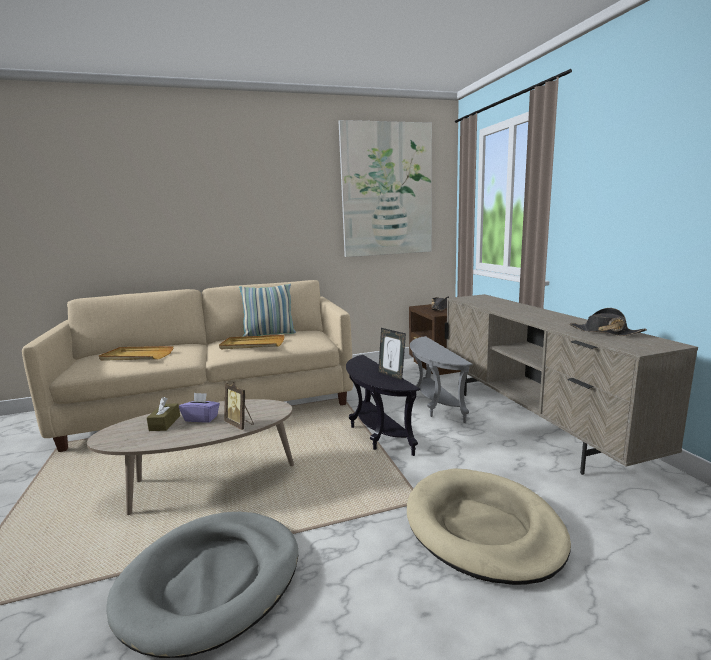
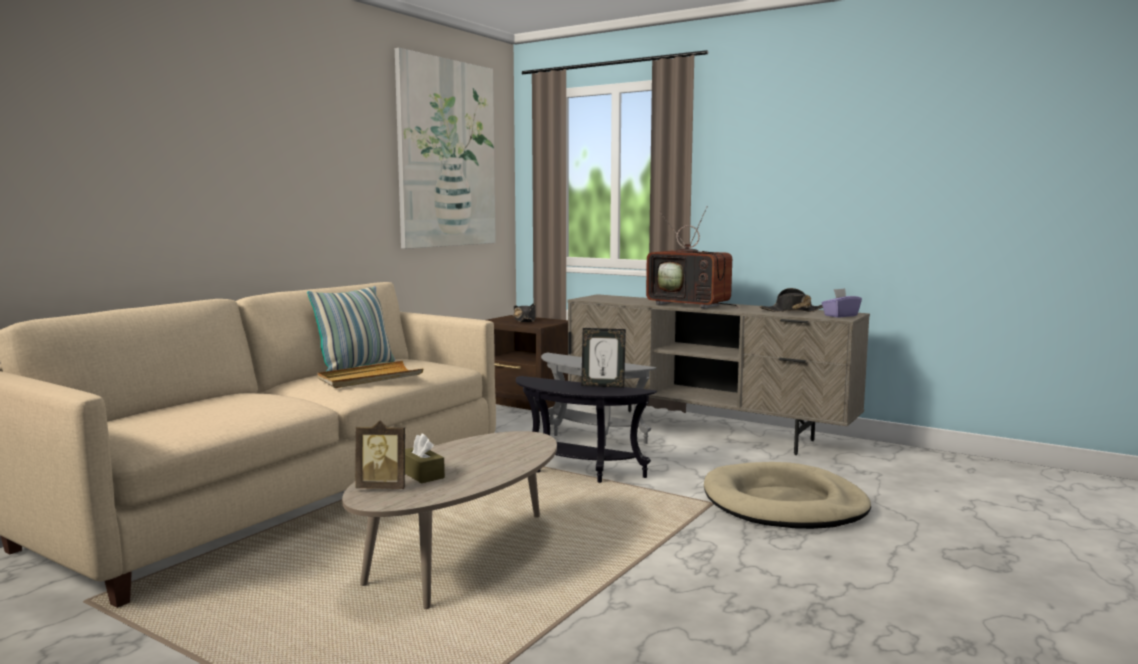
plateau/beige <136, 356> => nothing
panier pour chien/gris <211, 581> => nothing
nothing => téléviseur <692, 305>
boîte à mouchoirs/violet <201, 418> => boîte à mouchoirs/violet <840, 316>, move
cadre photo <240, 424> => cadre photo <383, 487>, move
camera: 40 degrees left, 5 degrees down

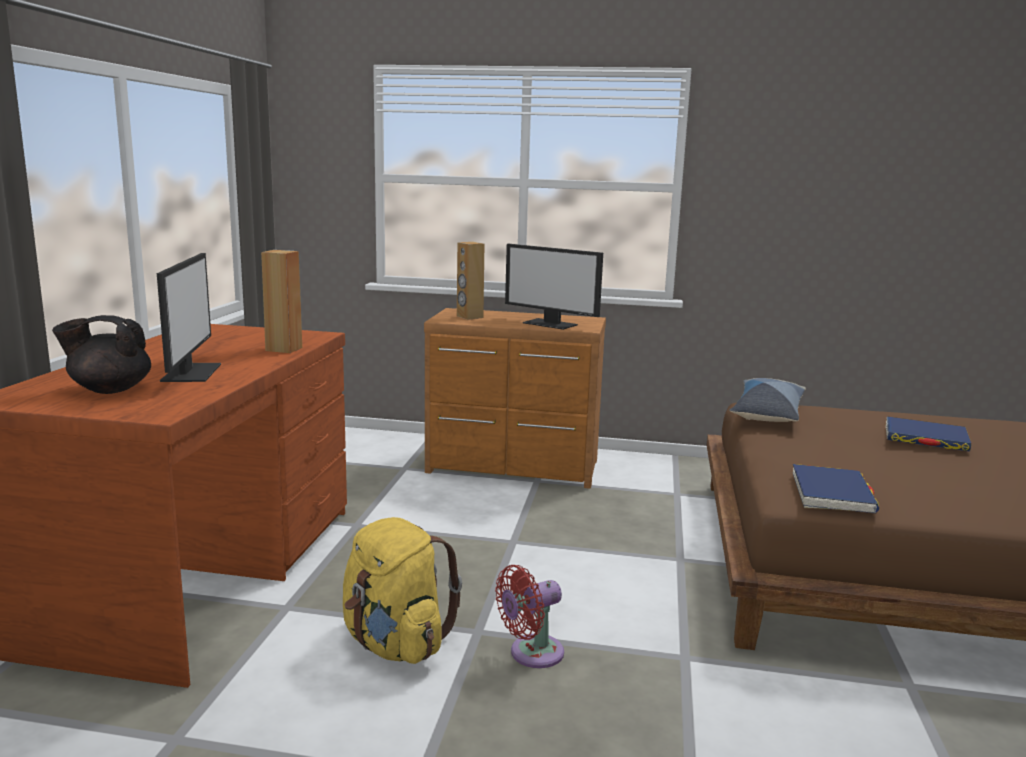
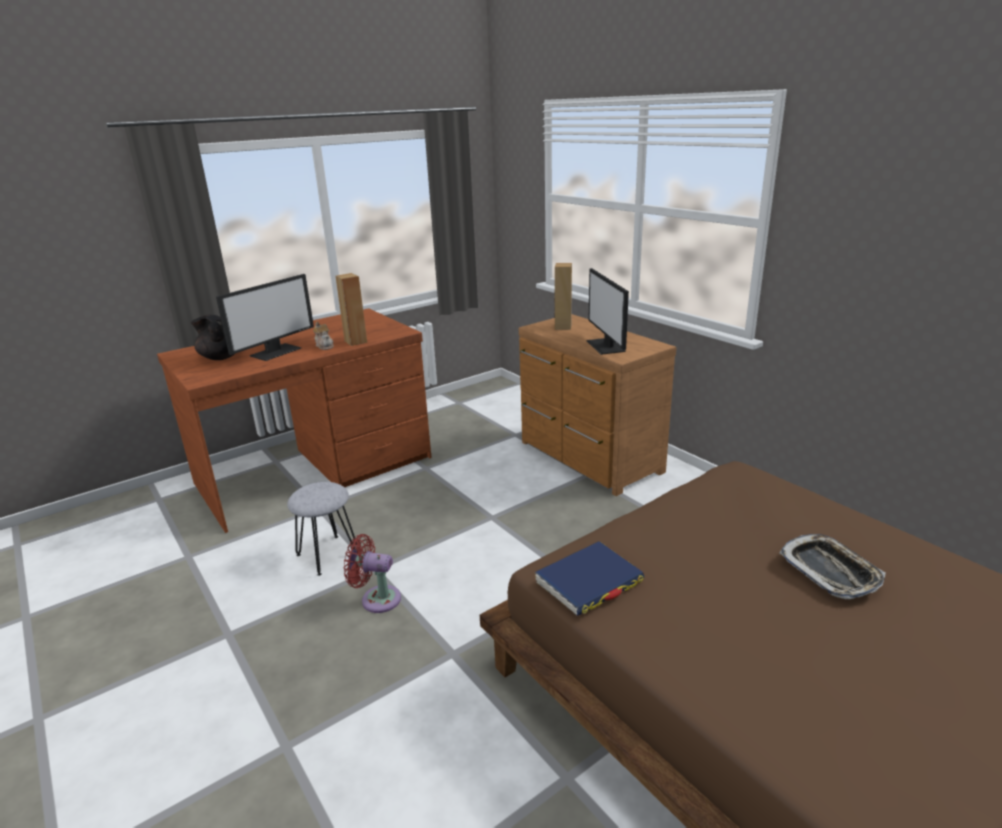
coussin <767, 413> => nothing
nothing => théière <325, 346>
sac à dos/jaune <395, 644> => tabouret/gris <328, 555>
livre/bleu <925, 438> => plateau <830, 571>
camera: 45 degrees right, 10 degrees up

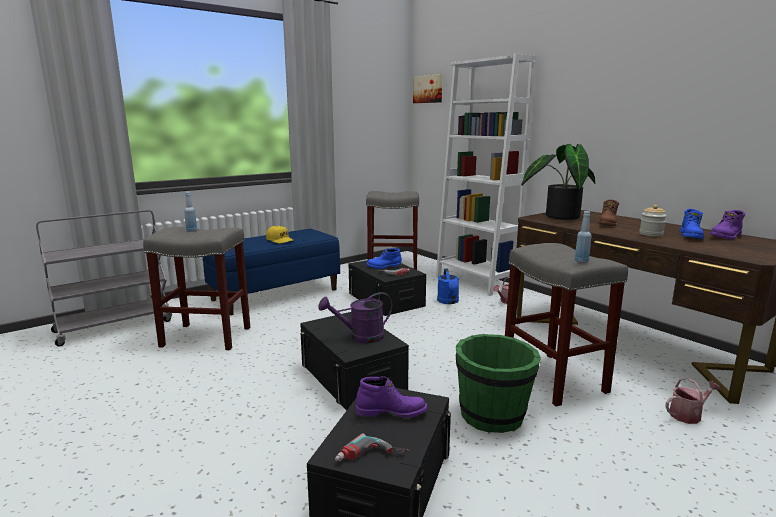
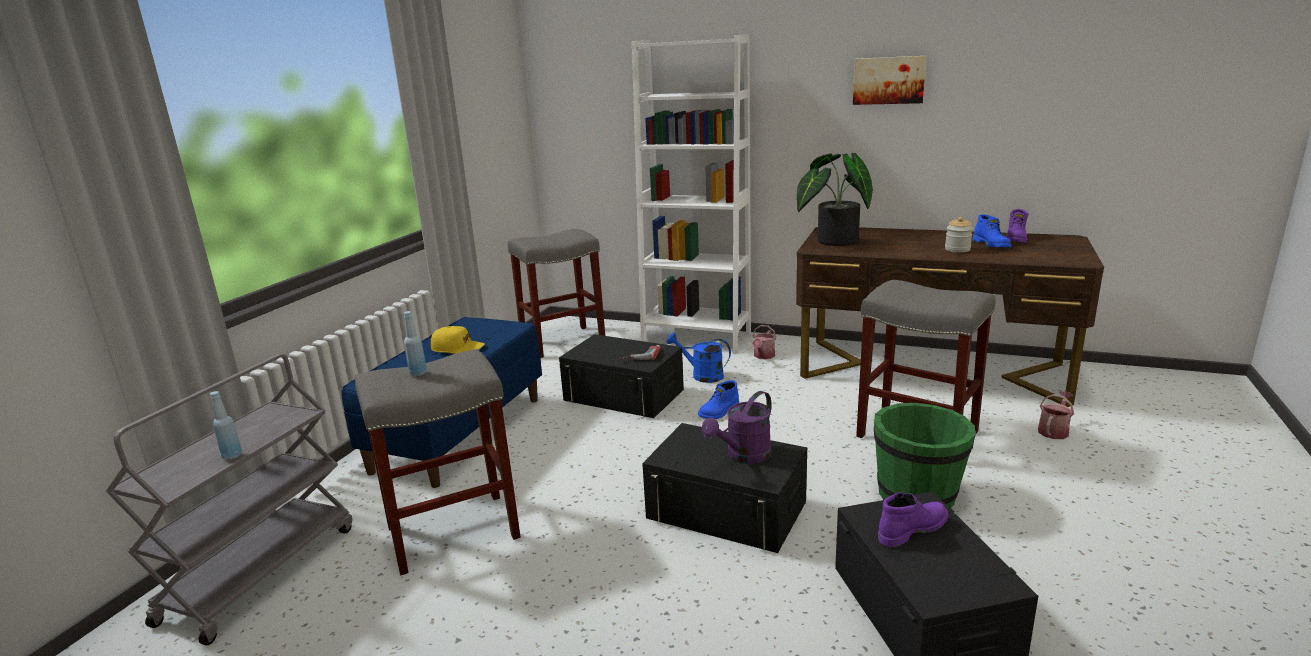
perceuse <371, 459> => nothing
botte/marron <608, 224> => nothing
botte/bleu <384, 267> => botte/bleu <719, 412>, move
tableau <428, 89> => tableau <888, 80>, move
bouteille/bleu <581, 261> => bouteille/bleu <232, 455>, move
arrosoir/bleu <448, 302> => arrosoir/bleu <702, 375>, 150 degrees clockwise
camera: 30 degrees left, 5 degrees up

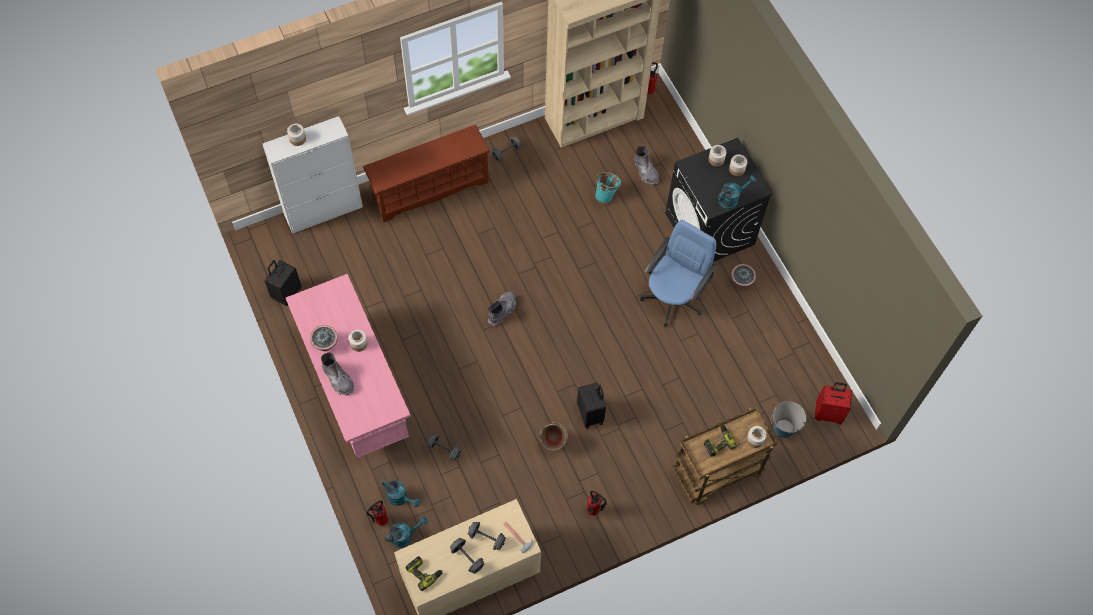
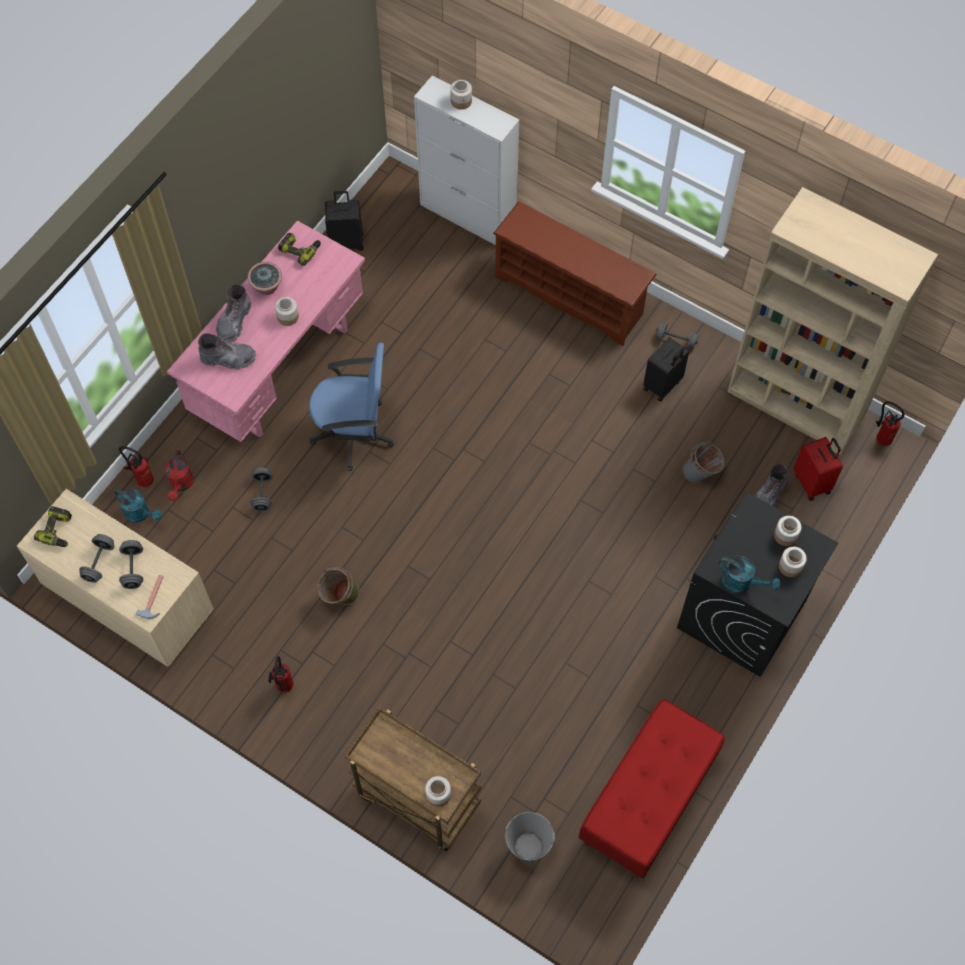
plante en pot <741, 282> => nothing
nothing => banc/rouge <648, 800>
botte/gris <502, 310> => botte/gris <228, 359>, move
valise/noir <591, 414> => valise/noir <663, 385>, move
chaise de bureau/bleu <673, 298> => chaise de bureau/bleu <354, 433>, move
perceuse <718, 442> => perceuse <300, 250>, move
valise/rouge <828, 413> => valise/rouge <812, 482>, move
arrosoir/turquoise <401, 498> => arrosoir/rouge <181, 484>
seau/turquoise <606, 195> => seau/gris <701, 474>
camera: 60 degrees right, 0 degrees up

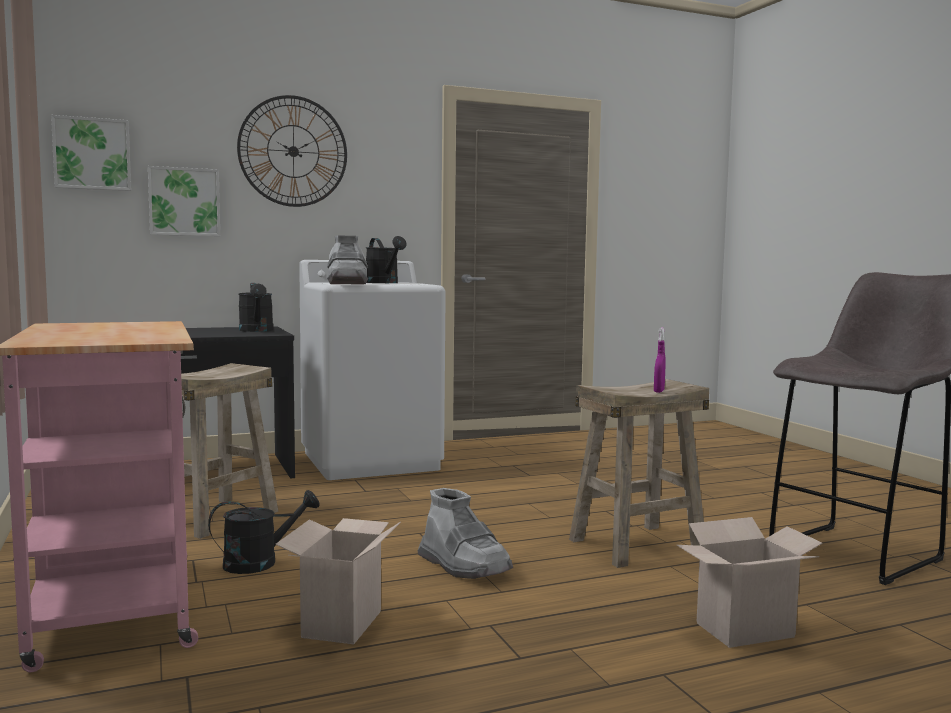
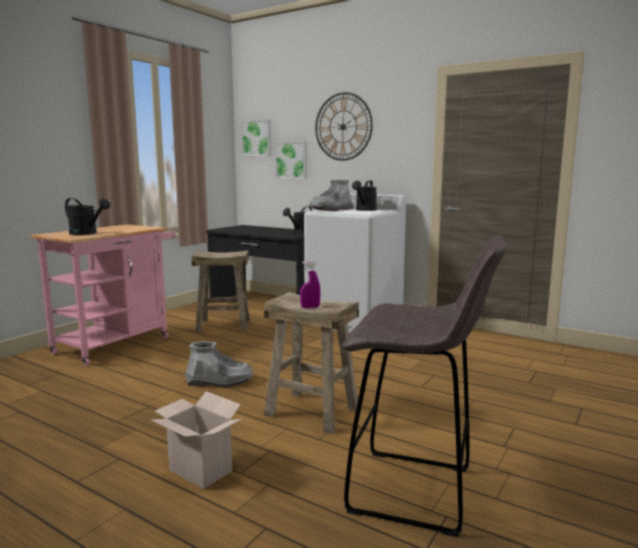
carton <341, 622> => nothing
arrosoir/noir <260, 562> => arrosoir/noir <87, 233>, move
botte/gris <464, 566> => botte/gris <220, 381>, 105 degrees counterclockwise
camera: 55 degrees right, 5 degrees up

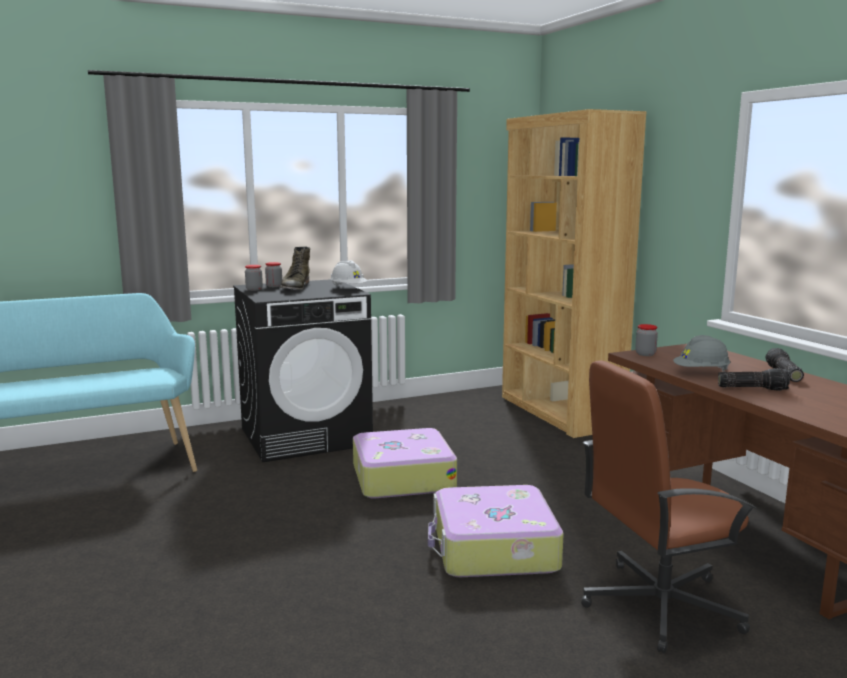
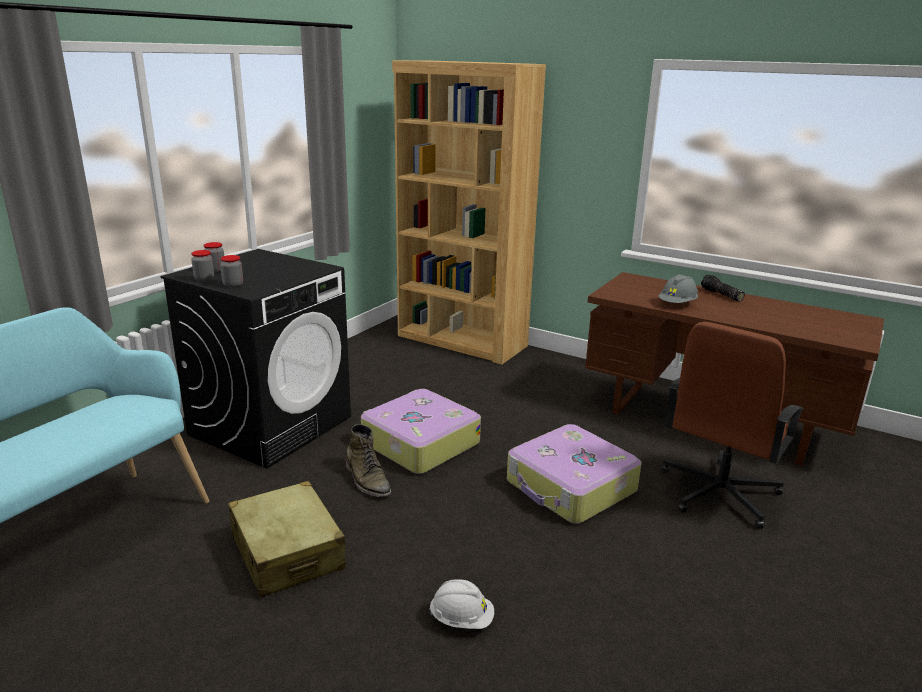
lampe de poche <752, 388> => nothing
nothing => valise/beige <287, 552>
botte/vert <295, 288> => botte/vert <367, 480>, move
casque de chantier/blanc <348, 288> => casque de chantier/blanc <461, 619>, move
bocal <645, 354> => bocal <233, 285>, move
camera: 35 degrees left, 10 degrees up

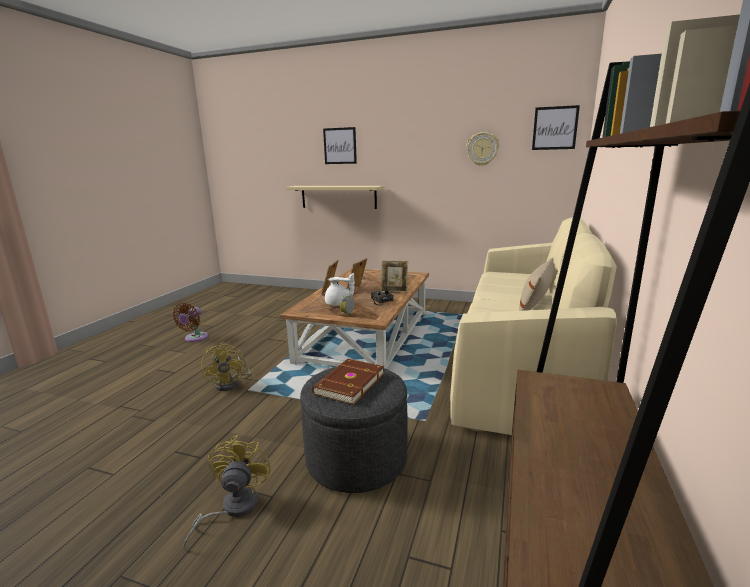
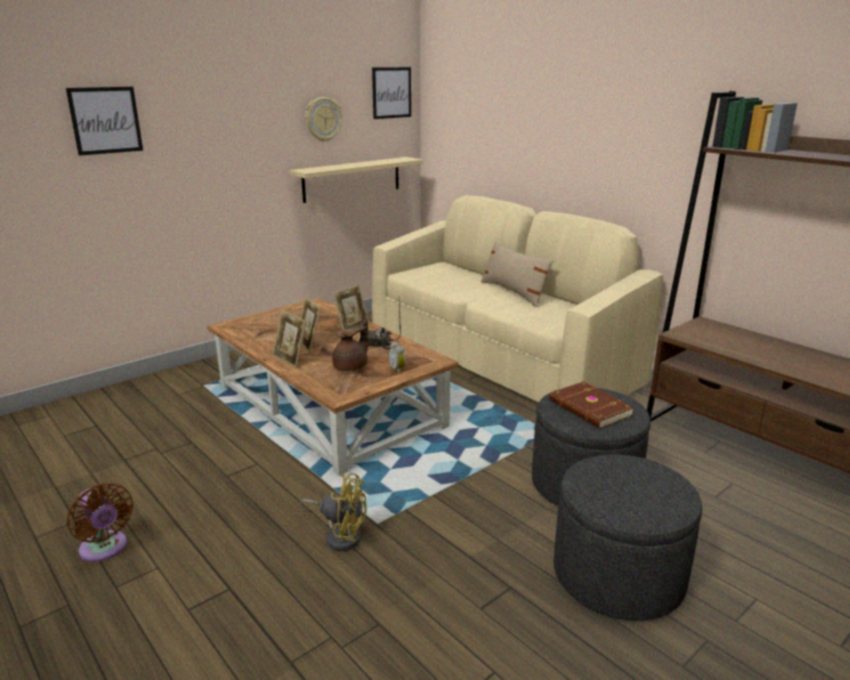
étagère/beige <338, 197> => étagère/beige <352, 179>, move
ventilateur/jaune <233, 508> => pouf/gris <618, 575>
théière/blanc <338, 304> => théière/marron <352, 366>
camera: 60 degrees left, 5 degrees up

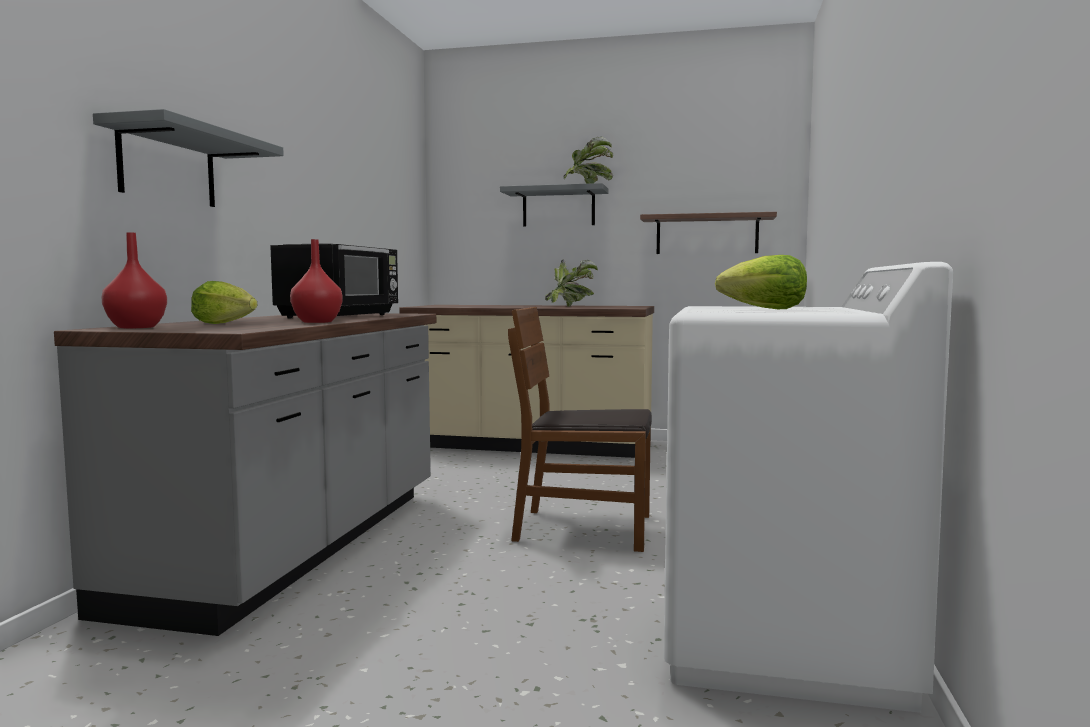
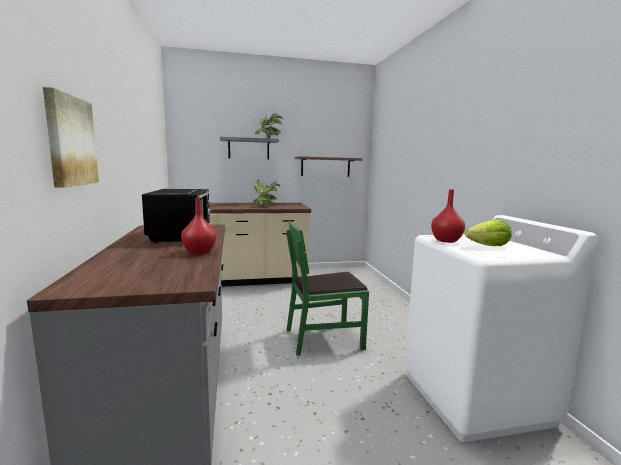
laitue <223, 324> => nothing
vase/rouge <137, 327> => vase/rouge <446, 240>, move
étagère/gris <168, 167> => tableau <70, 141>
chaise/marron <584, 528> => chaise/vert <324, 338>
camera: 25 degrees left, 5 degrees up

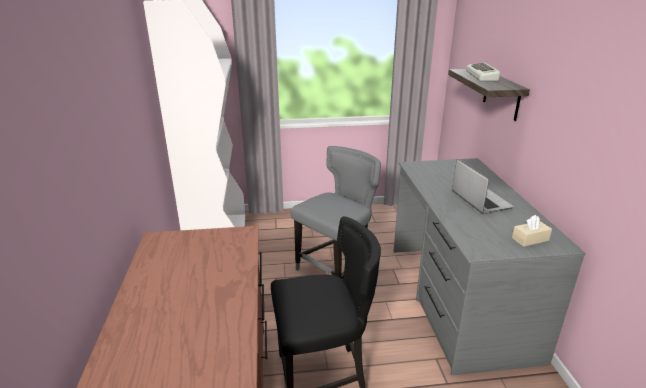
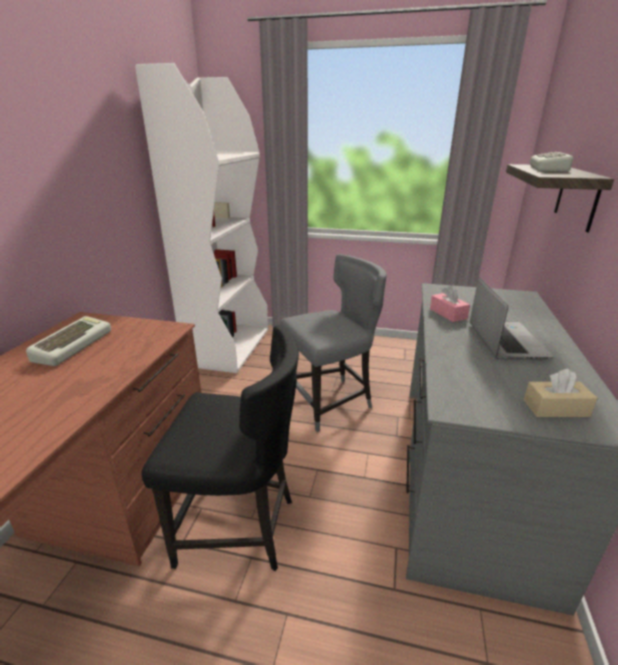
nothing => clavier <72, 345>
nothing => boîte à mouchoirs/rose <448, 313>
camera: 20 degrees right, 0 degrees up

